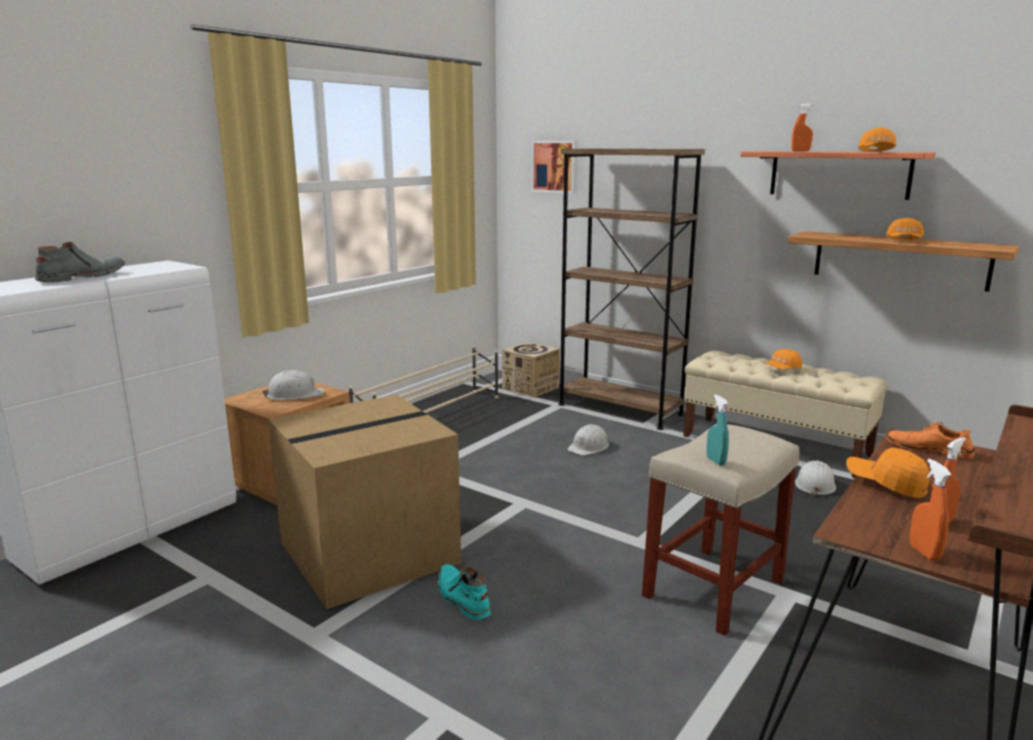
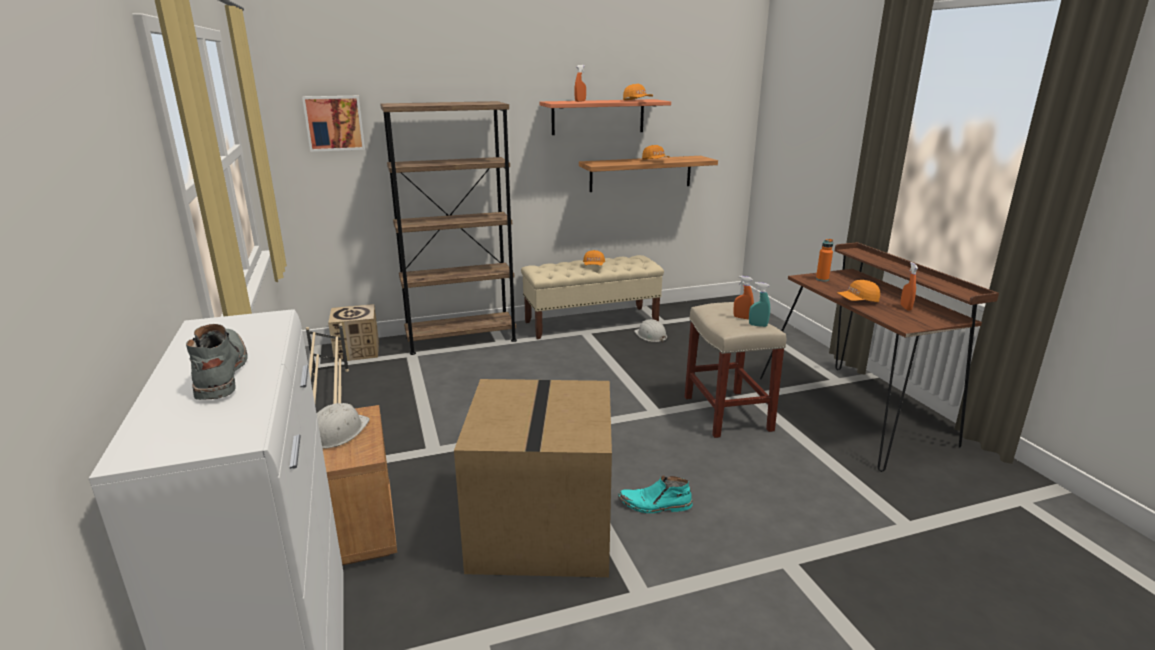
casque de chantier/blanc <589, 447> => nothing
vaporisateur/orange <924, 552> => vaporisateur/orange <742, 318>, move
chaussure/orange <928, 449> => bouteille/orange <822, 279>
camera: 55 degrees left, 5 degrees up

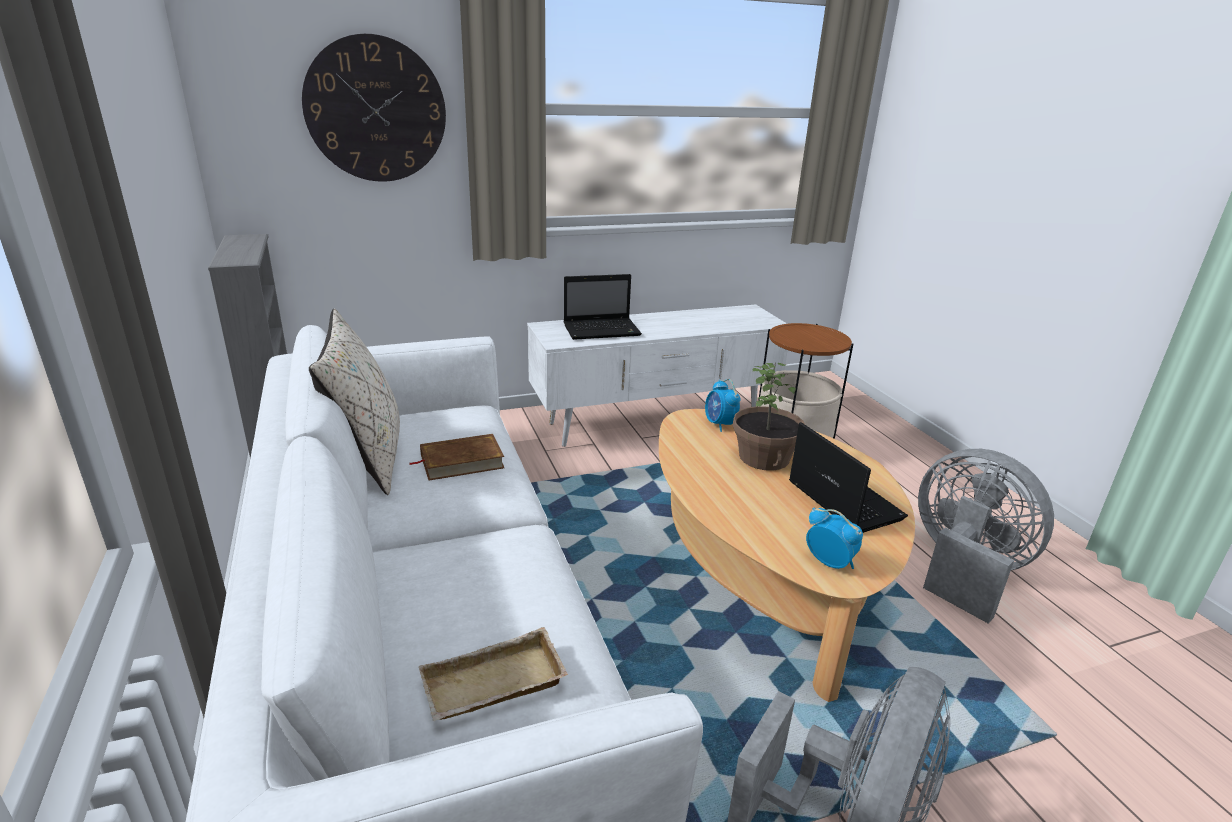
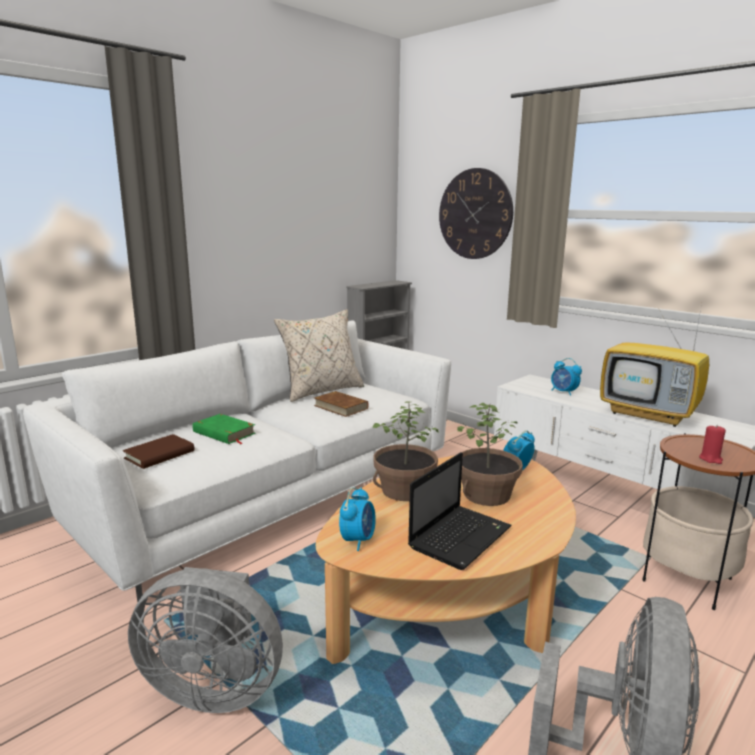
nothing => livre/vert <224, 433>
nothing => plante en pot <404, 490>
nothing => téléviseur <650, 415>
nothing => bougie/rouge <710, 459>
plateau/beige <492, 687> => livre/marron <159, 455>
ordinateur portable <603, 330> => réveil <564, 392>
camera: 65 degrees right, 10 degrees down

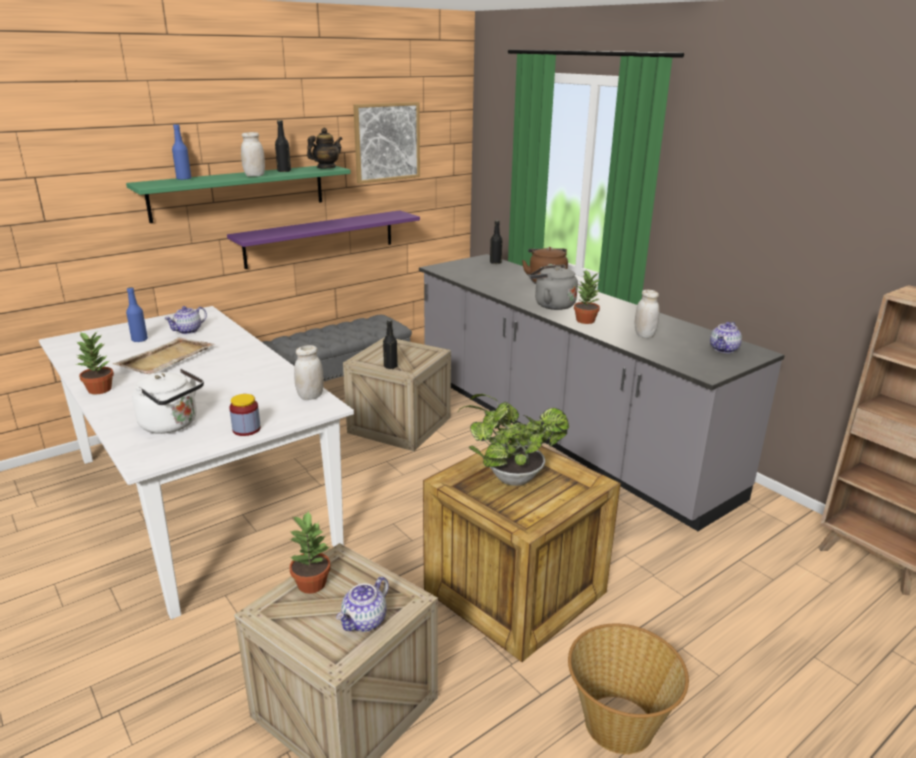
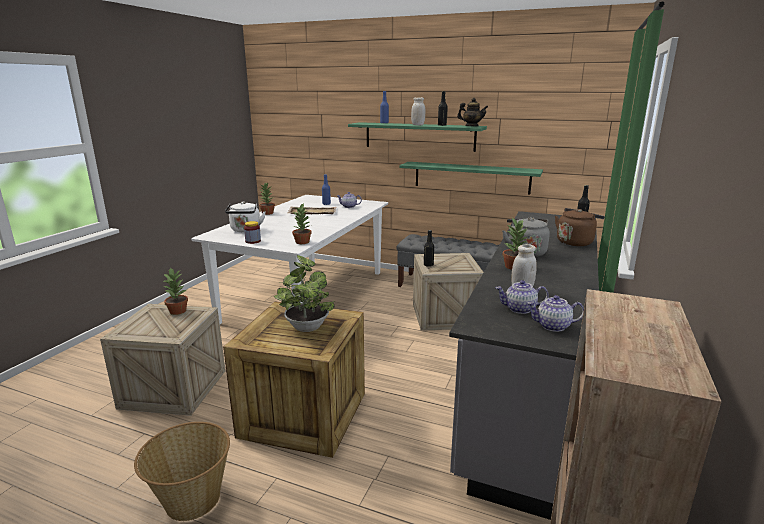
tableau <386, 142> => nothing
théière <364, 621> => théière <519, 309>, move
bocal/blanc <310, 396> => plante en pot <303, 242>
étagère/violet <321, 238> => étagère/vert <471, 177>
camera: 60 degrees right, 5 degrees down

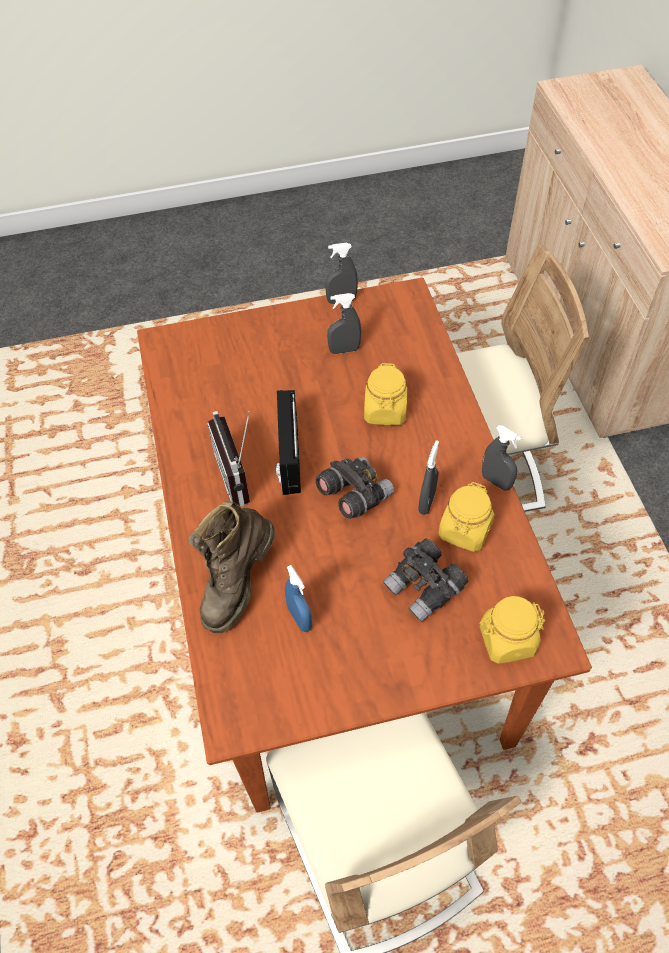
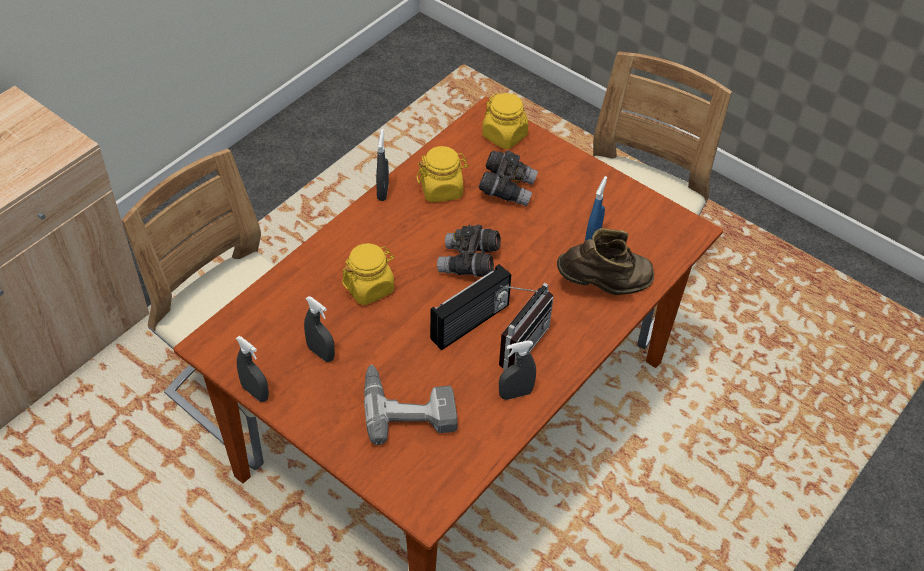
nothing => perceuse <408, 406>
vaporisateur/gris <426, 502> => vaporisateur/gris <515, 394>, move
camera: 130 degrees left, 5 degrees down

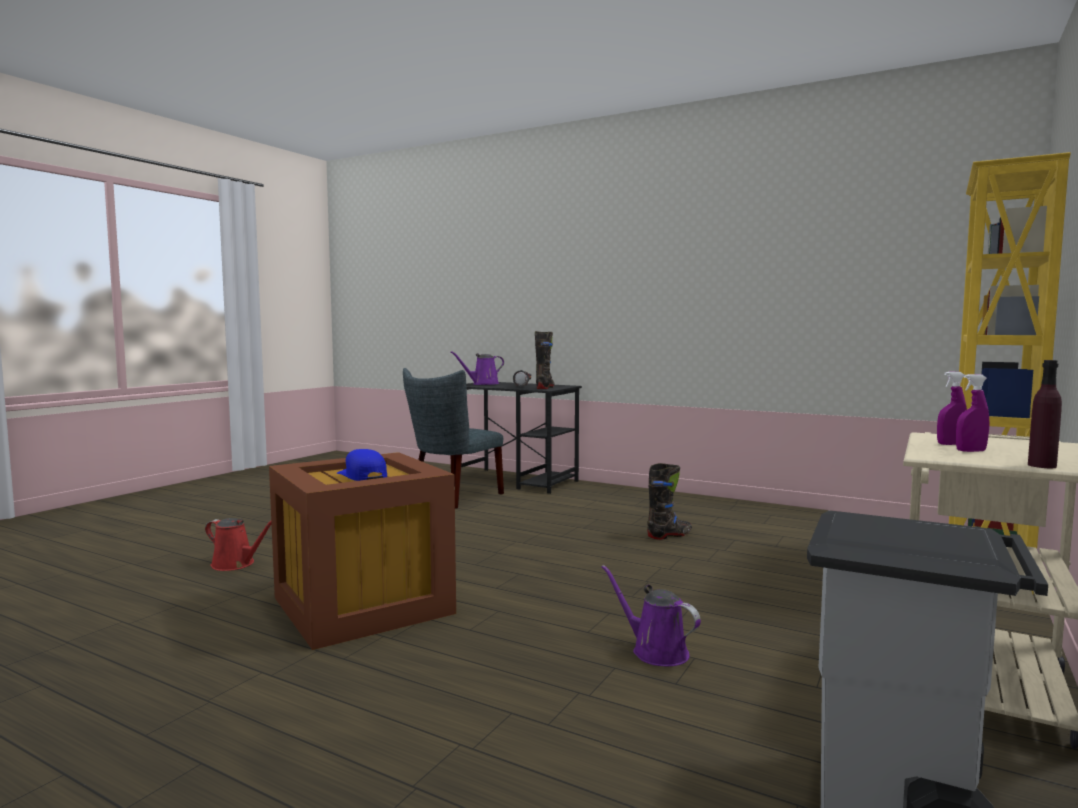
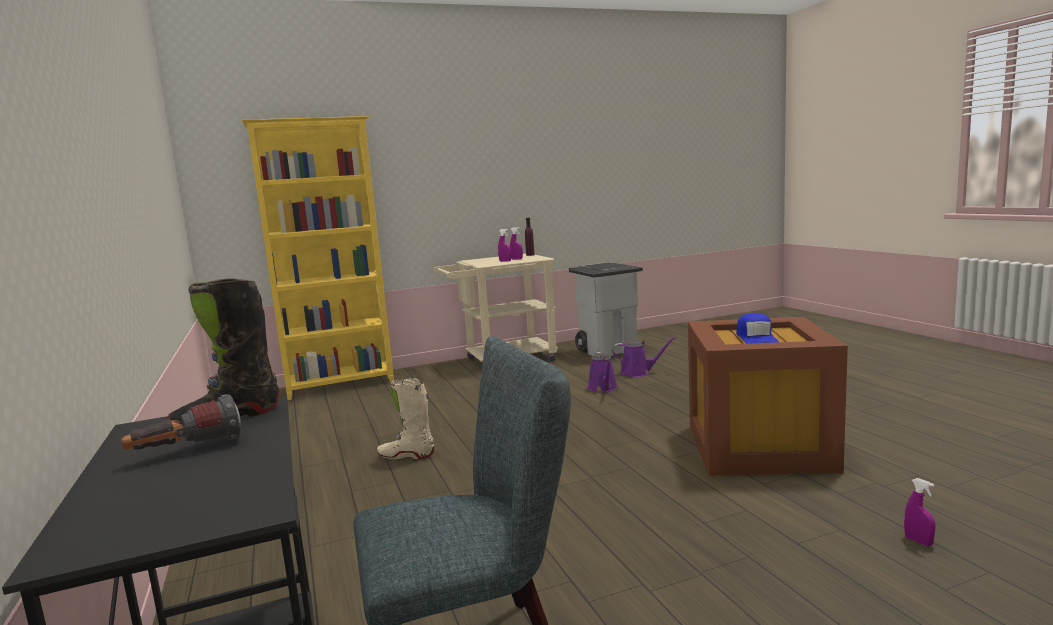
arrosoir/violet <483, 384> => arrosoir/violet <638, 372>, move
arrosoir/rouge <236, 564> => vaporisateur/violet <918, 541>
botte/noir <669, 535> => botte/beige <406, 455>
camera: 140 degrees left, 5 degrees up

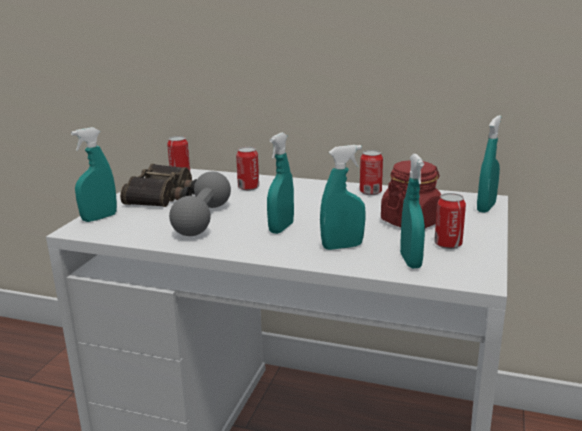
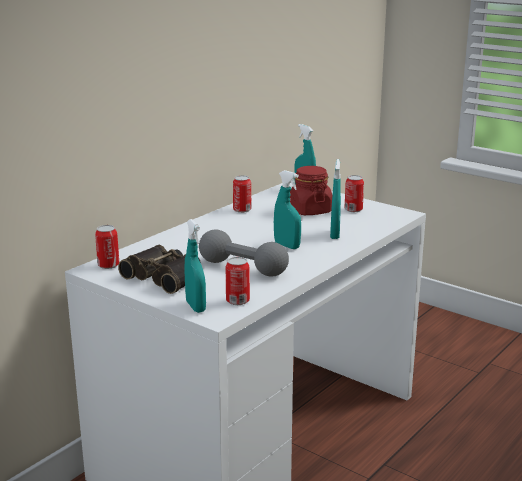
vaporisateur/turquoise <410, 261> => nothing
boîte métallique <248, 187> => boîte métallique <237, 301>, move
camera: 70 degrees left, 0 degrees up

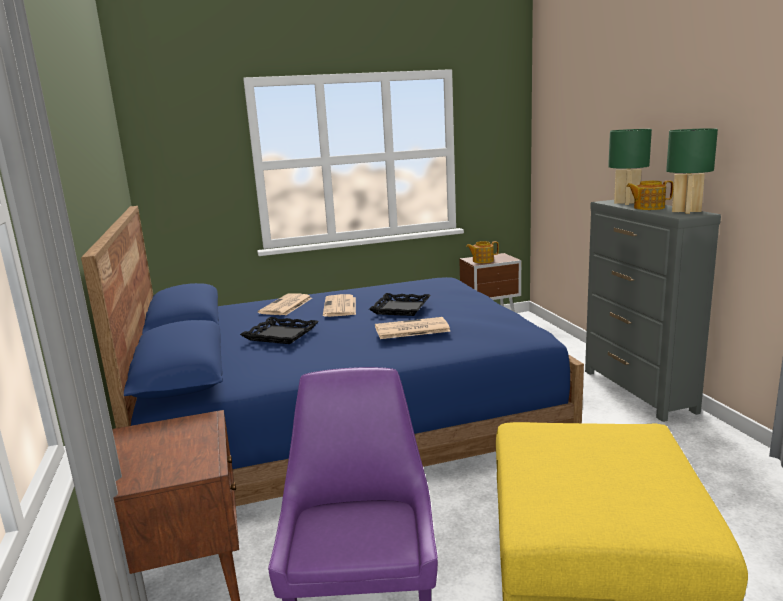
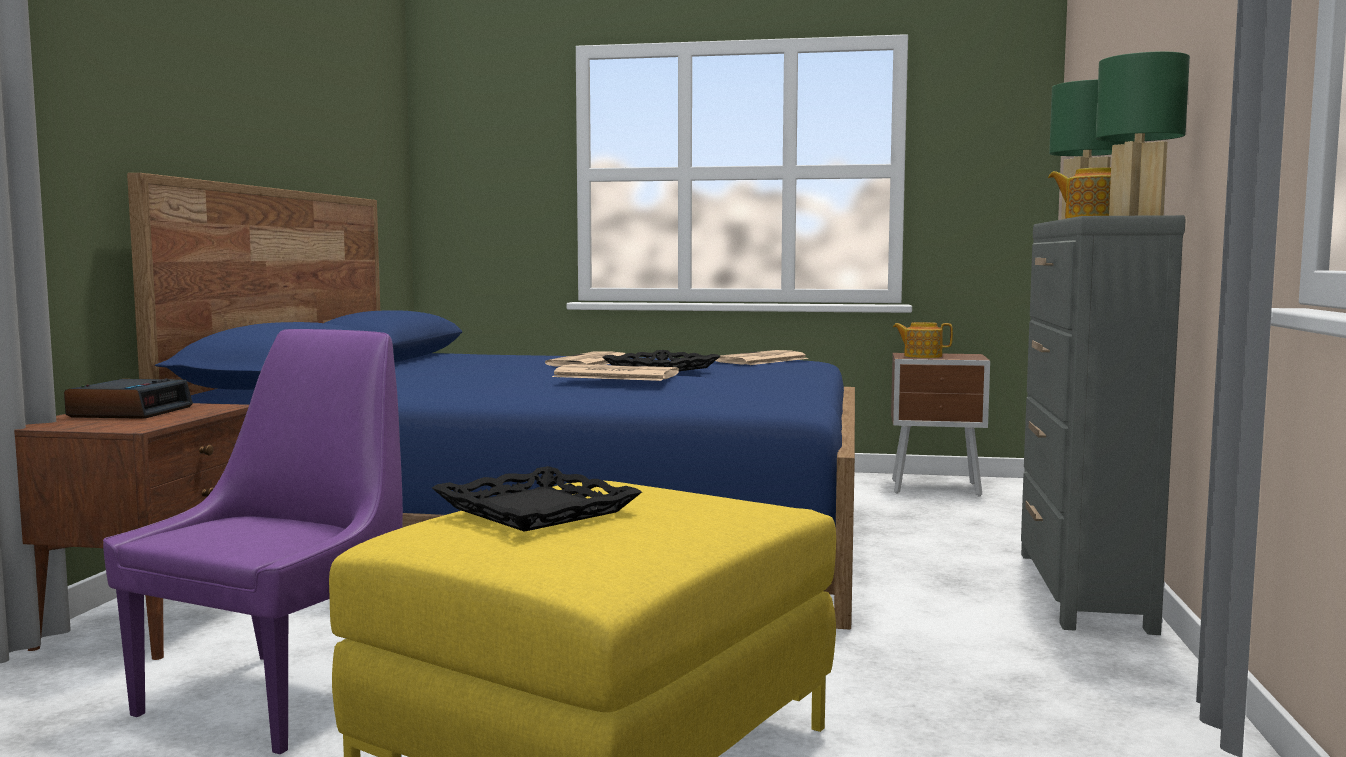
nothing => réveil <130, 411>
plateau/noir <280, 335> => plateau/noir <534, 510>, move
journal <286, 306> => journal <761, 360>, move
camera: 25 degrees right, 10 degrees down

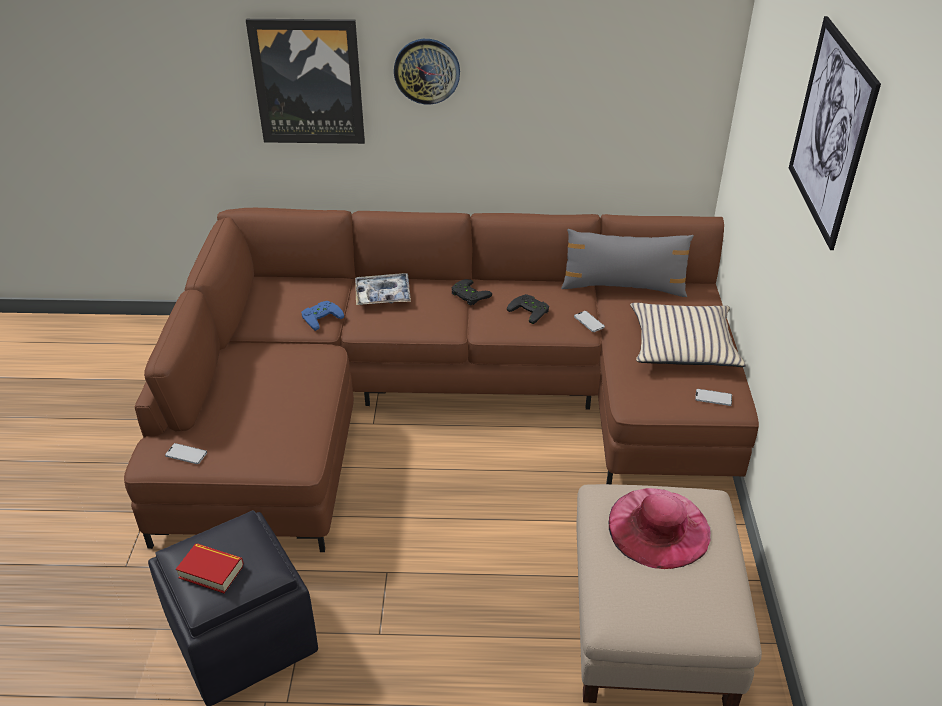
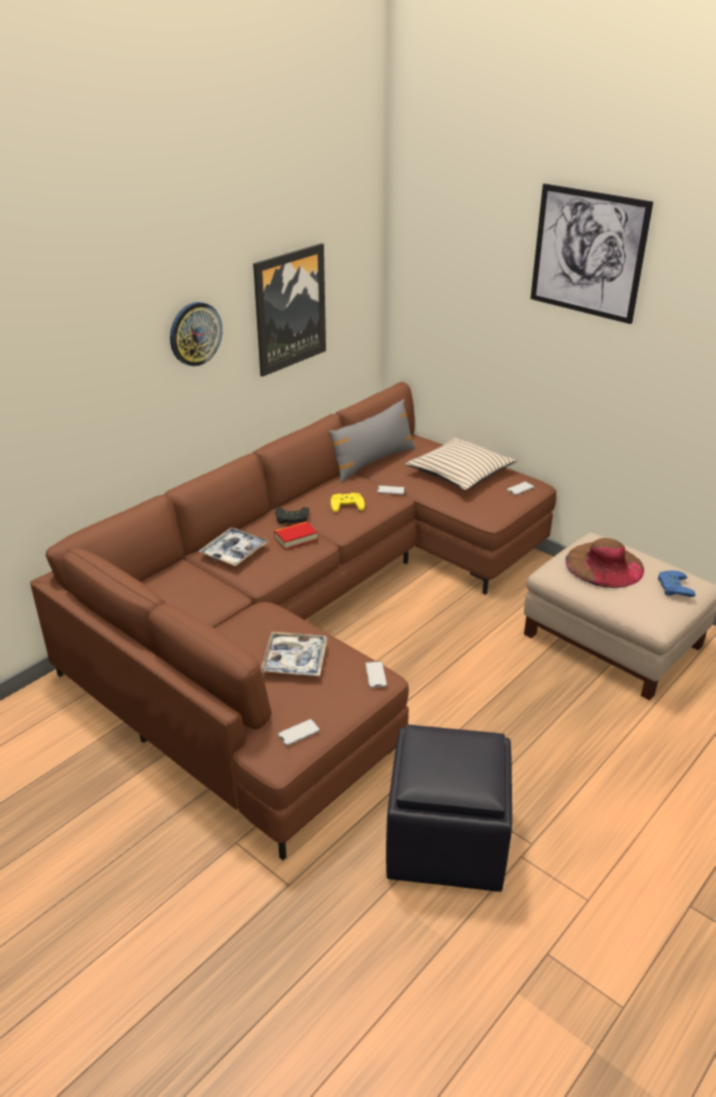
nothing => plateau <295, 660>
nothing => téléphone <375, 675>
livre <211, 571> => livre <295, 539>, move
tableau <308, 82> => tableau <289, 309>, move
manette/bleu <320, 316> => manette/bleu <672, 586>, move
manette/noir <530, 310> => manette/jaune <347, 504>
chapeau/rose <658, 527> => chapeau/marron <604, 565>
camera: 50 degrees left, 5 degrees down

